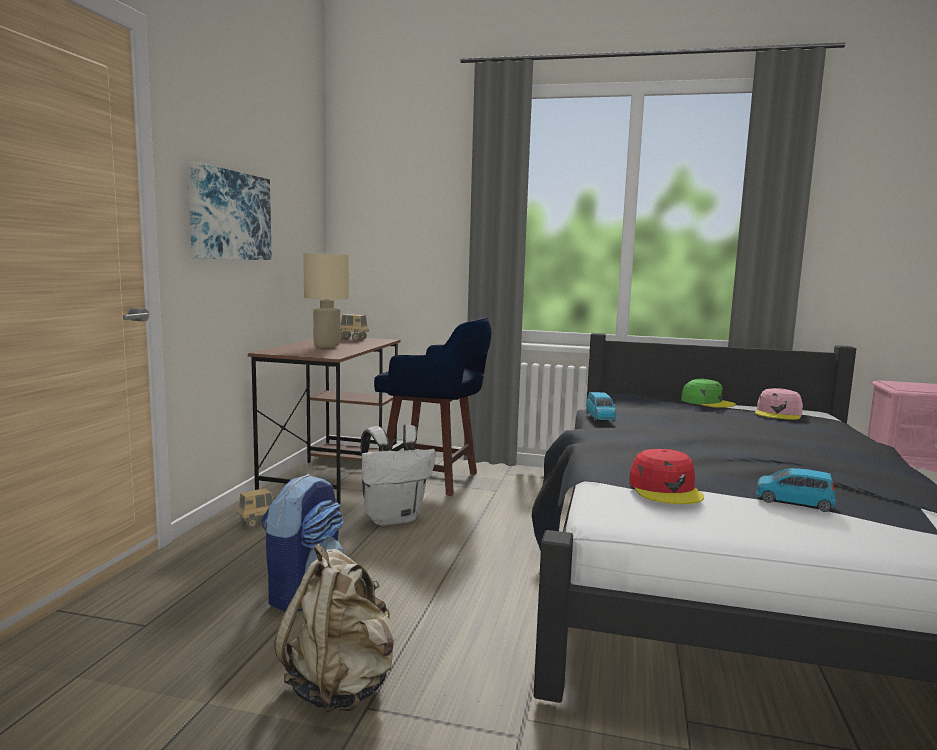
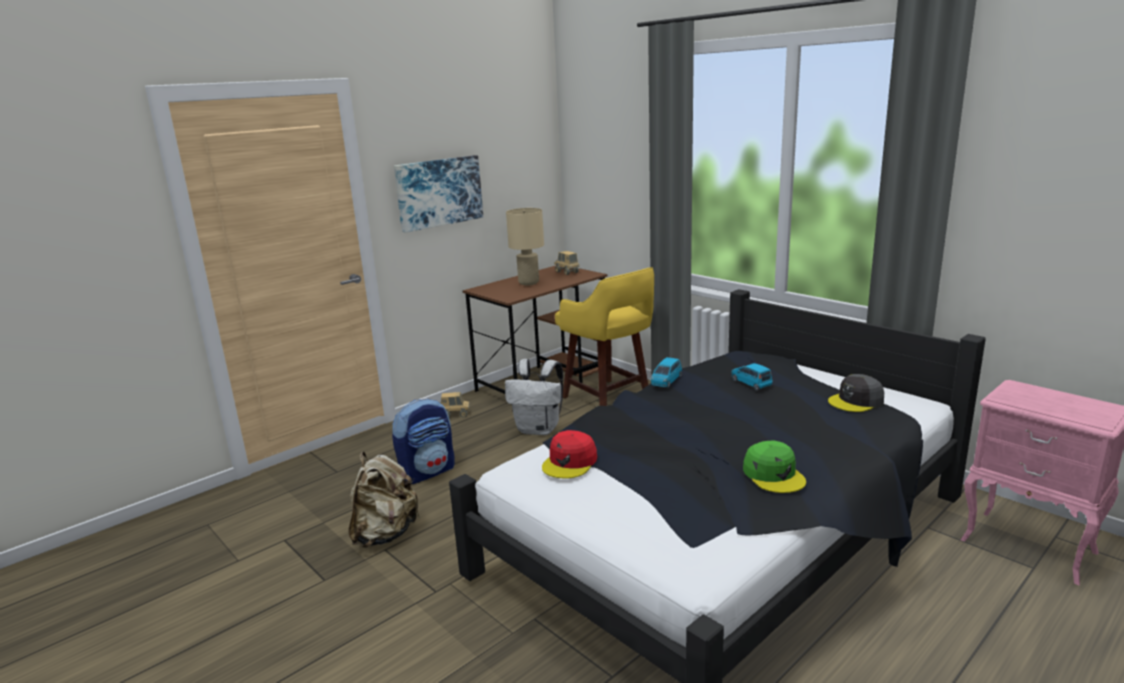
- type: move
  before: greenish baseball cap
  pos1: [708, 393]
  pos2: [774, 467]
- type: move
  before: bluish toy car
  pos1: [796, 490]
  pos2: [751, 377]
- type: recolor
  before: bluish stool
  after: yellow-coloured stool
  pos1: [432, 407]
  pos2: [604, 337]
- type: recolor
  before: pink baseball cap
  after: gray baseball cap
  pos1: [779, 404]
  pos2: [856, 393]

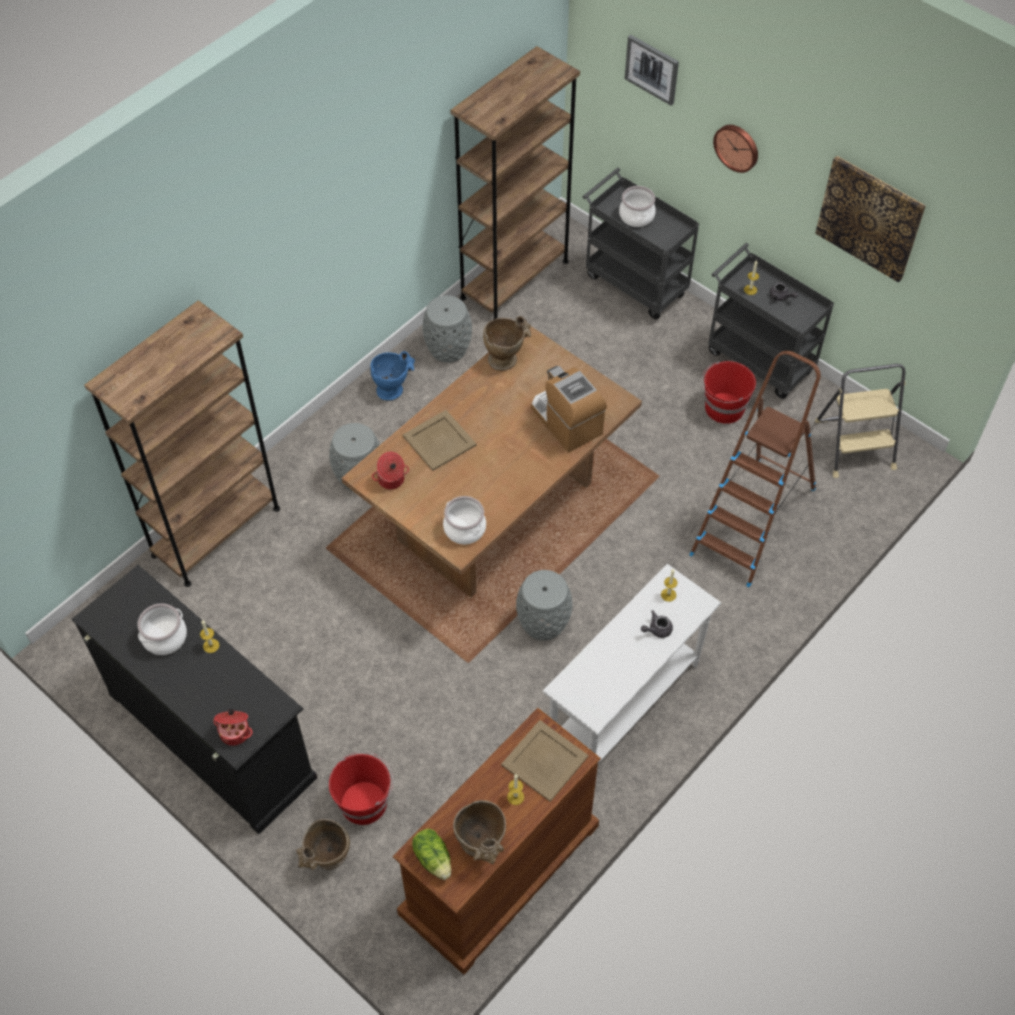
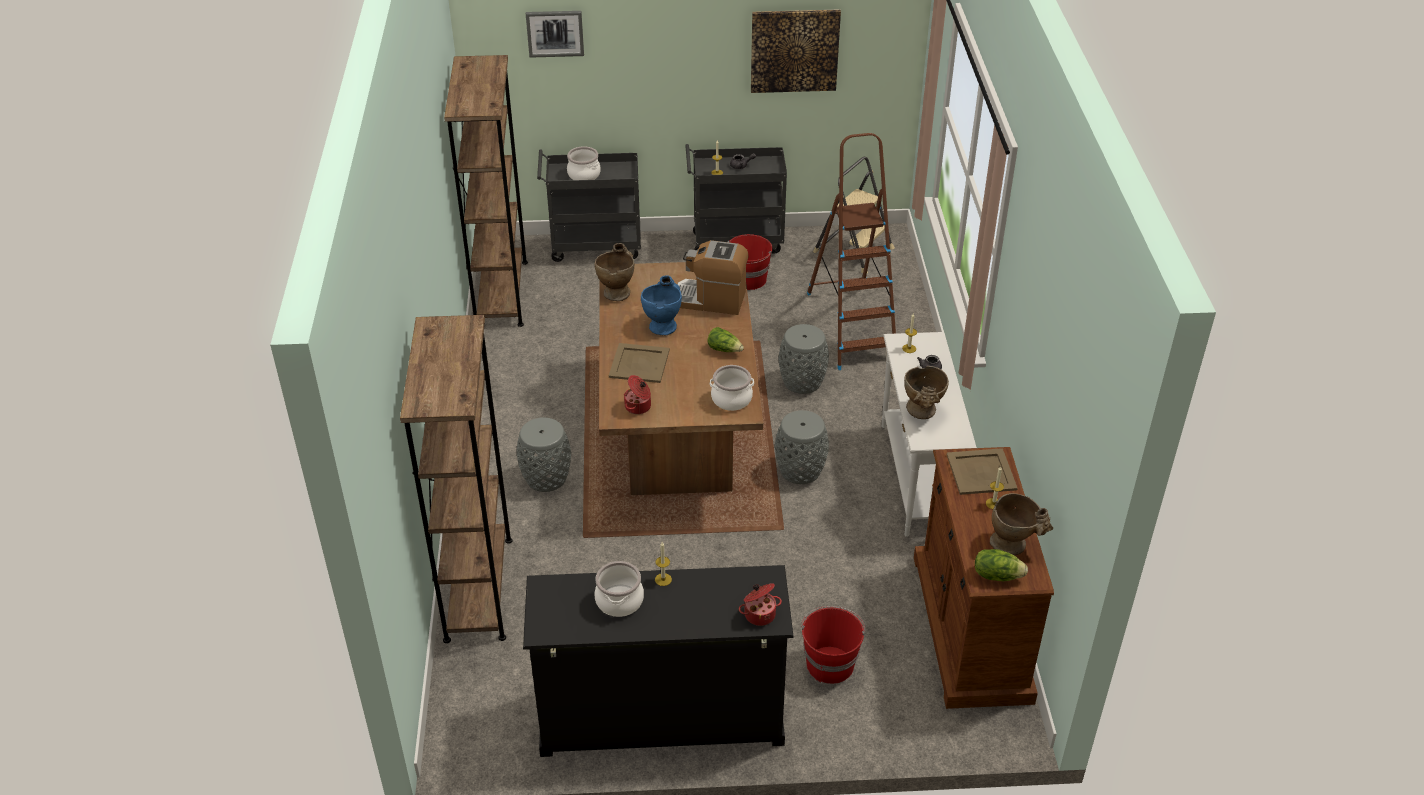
- type: delete
  before: clock on the wall
  pos1: [735, 149]
- type: insert
  after: lettuce head
  pos2: [726, 339]
- type: move
  before: beige-coloured vase
  pos1: [323, 844]
  pos2: [926, 392]
- type: move
  before: bluish vase
  pos1: [392, 376]
  pos2: [661, 305]
- type: move
  before: gray stool
  pos1: [447, 329]
  pos2: [804, 359]

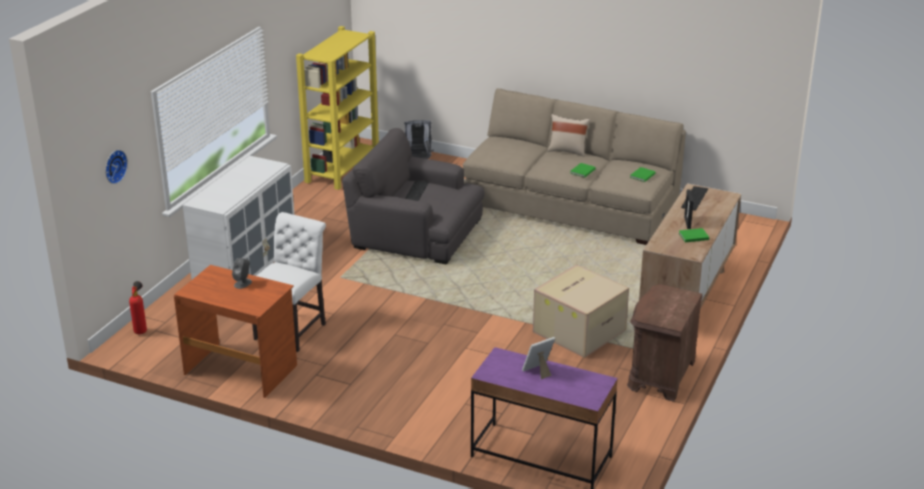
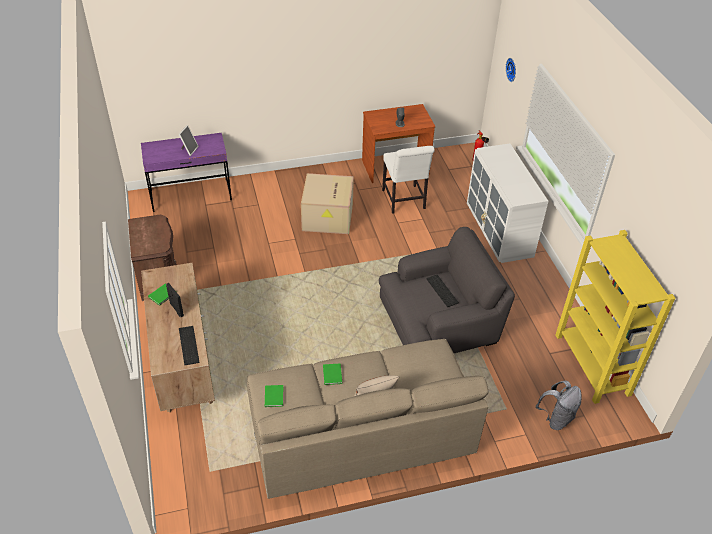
- type: move
  before: cardboard box
  pos1: [581, 311]
  pos2: [327, 203]

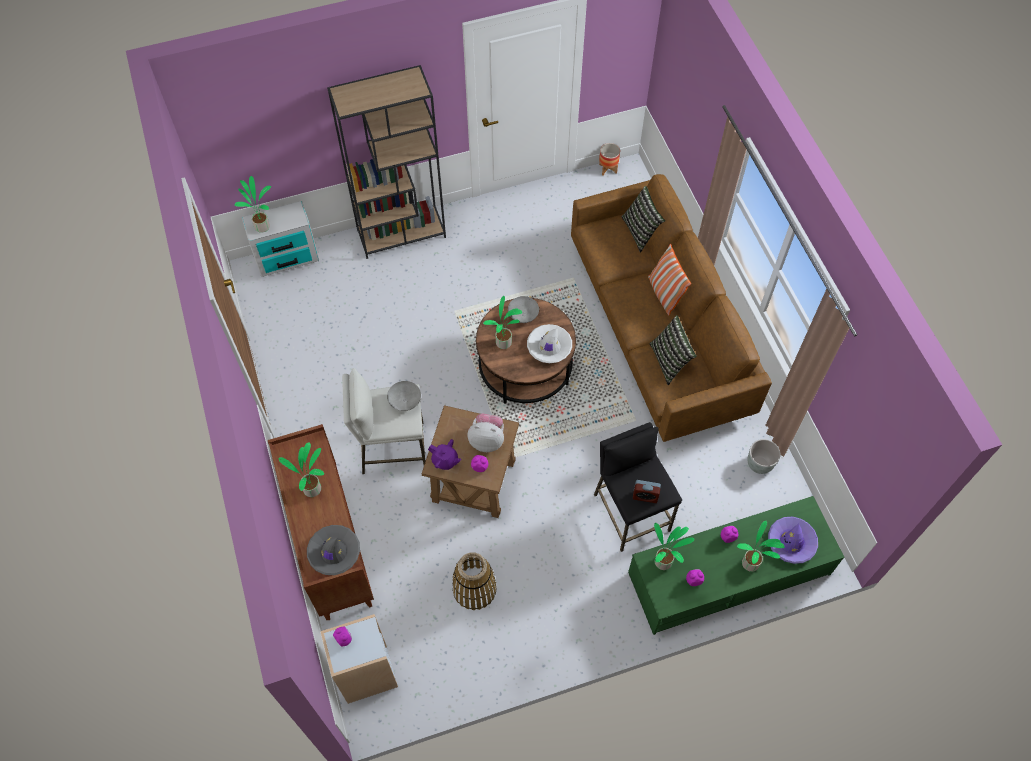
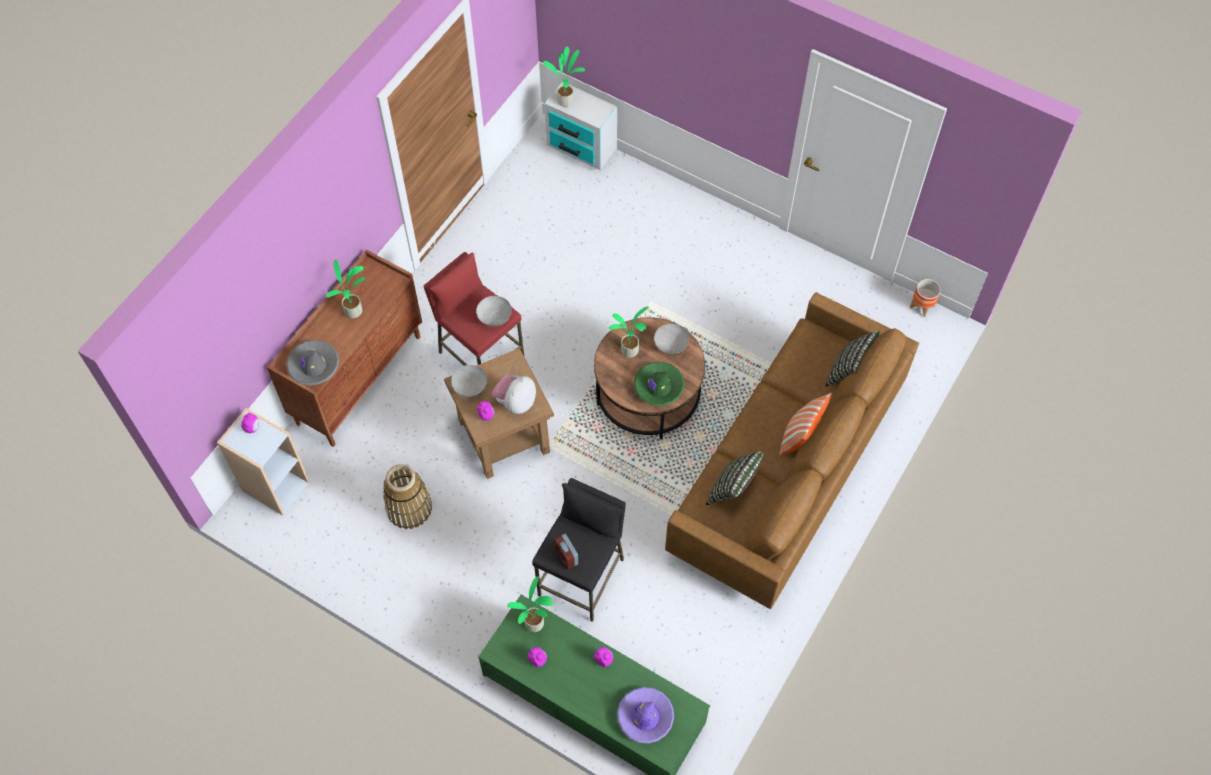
- type: delete
  before: bookshelf
  pos1: [386, 162]
- type: delete
  before: plant in a pot
  pos1: [760, 546]
- type: delete
  before: gray plant pot
  pos1: [764, 456]
- type: replace
  before: purple-coloured pot for tea
  after: gray deep dish
  pos1: [444, 454]
  pos2: [469, 381]
- type: recolor
  before: white-coloured stool
  after: red stool
  pos1: [384, 421]
  pos2: [474, 309]
- type: recolor
  before: white-coloured wearable hat
  after: greenish wearable hat
  pos1: [549, 343]
  pos2: [659, 384]
- type: rotate
  before: plush toy
  pos1: [485, 432]
  pos2: [514, 394]
  turn: -120

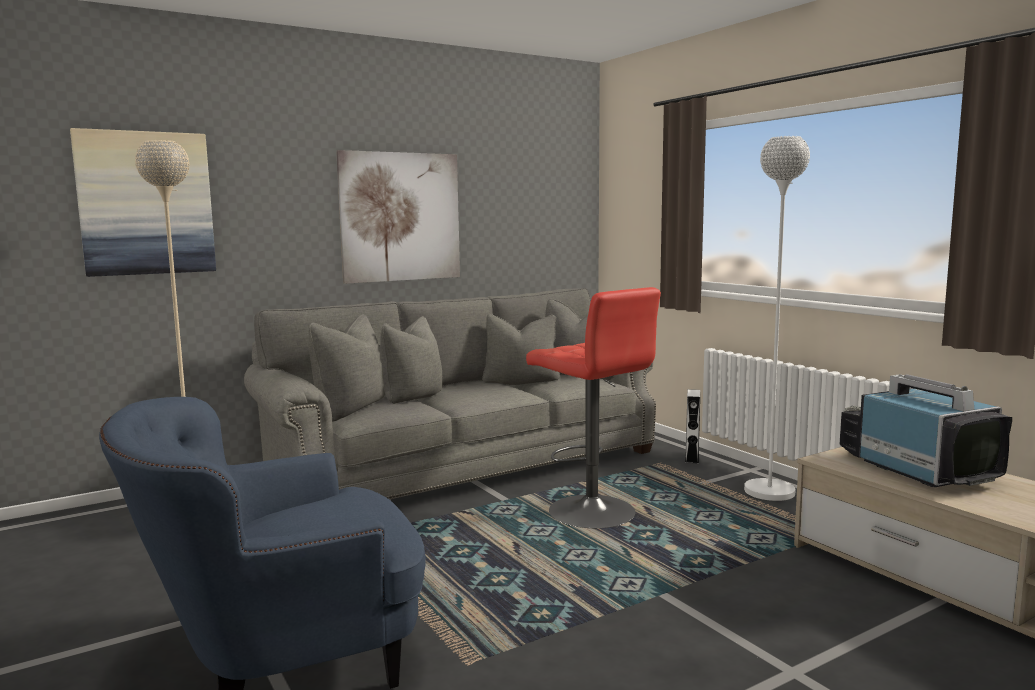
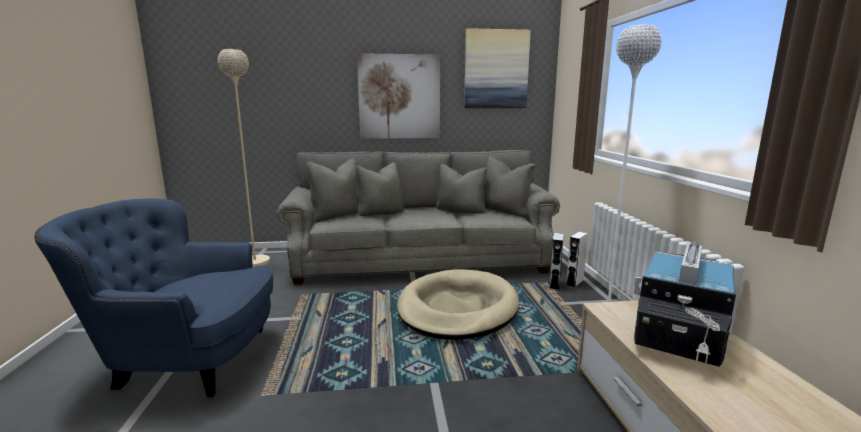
- type: insert
  after: gray speaker
  pos2: [556, 261]
- type: move
  before: wall art
  pos1: [143, 202]
  pos2: [497, 68]
- type: replace
  before: red stool
  after: beige-coloured dog bed
  pos1: [593, 407]
  pos2: [458, 304]
- type: rotate
  before: television
  pos1: [926, 430]
  pos2: [685, 304]
  turn: -150

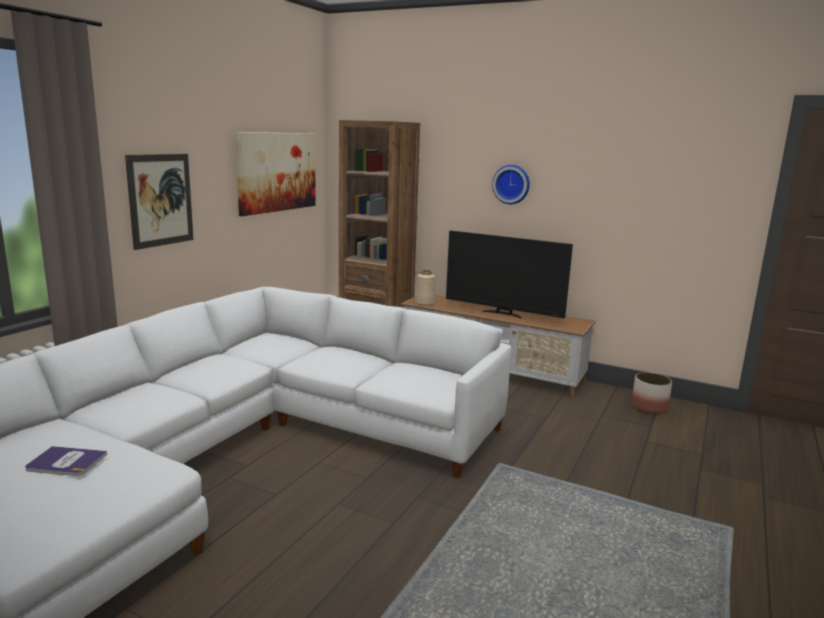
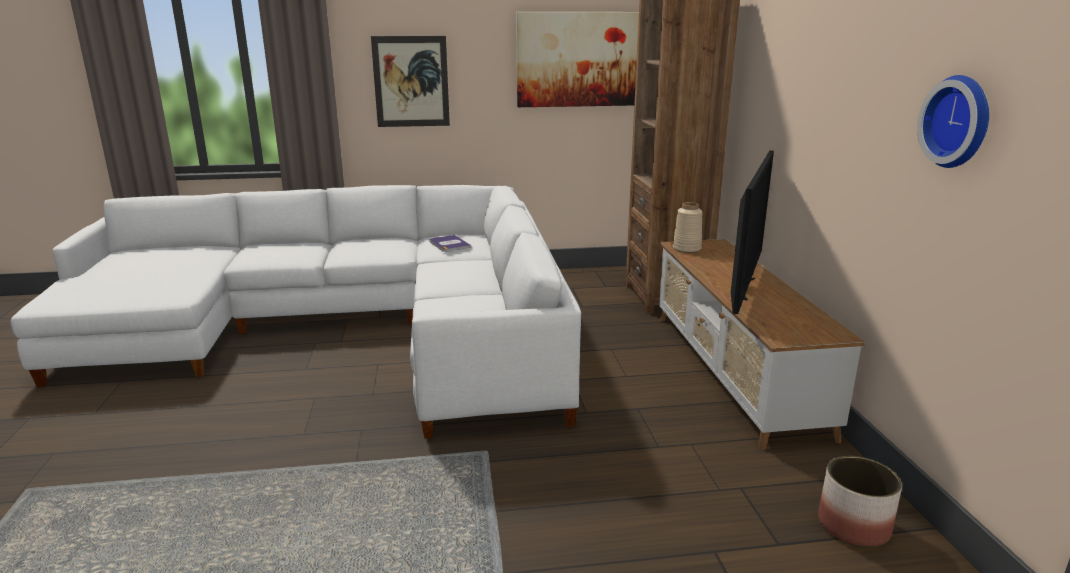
- type: move
  before: book
  pos1: [66, 461]
  pos2: [450, 243]
- type: move
  before: clock on the wall
  pos1: [511, 184]
  pos2: [953, 121]
- type: rotate
  before: television
  pos1: [509, 274]
  pos2: [752, 232]
  turn: -150

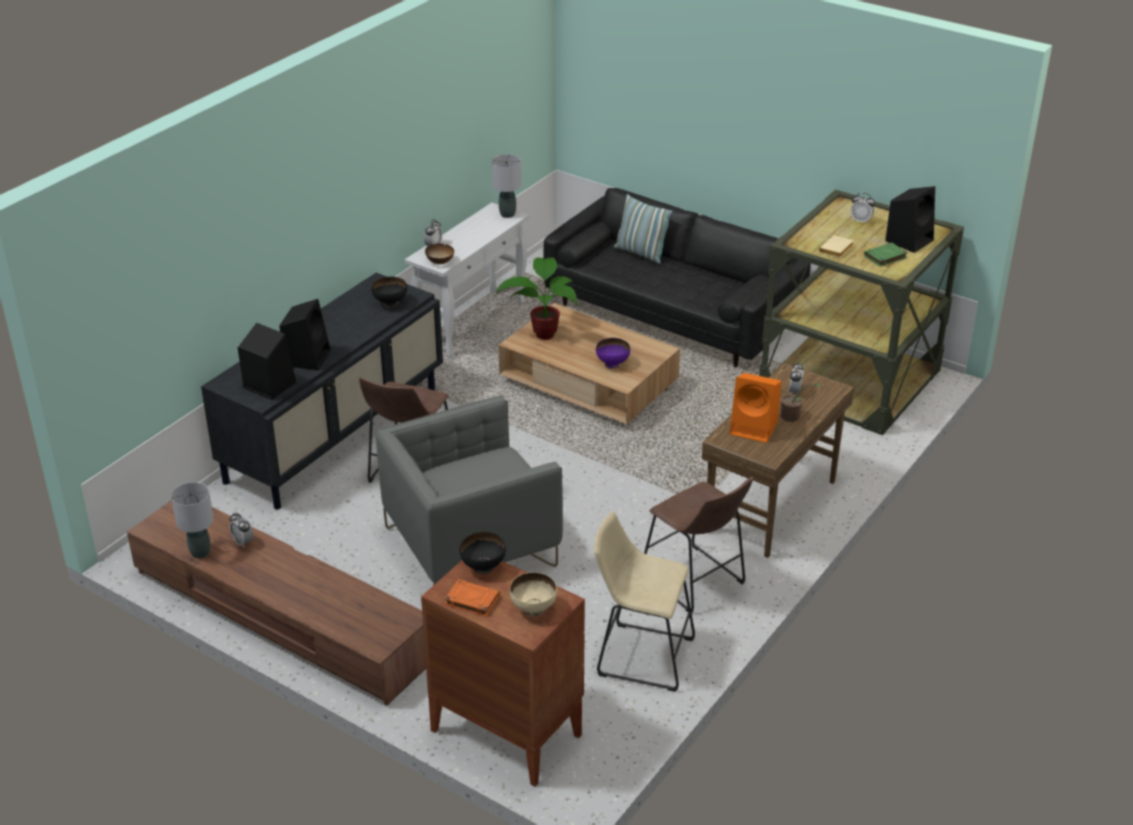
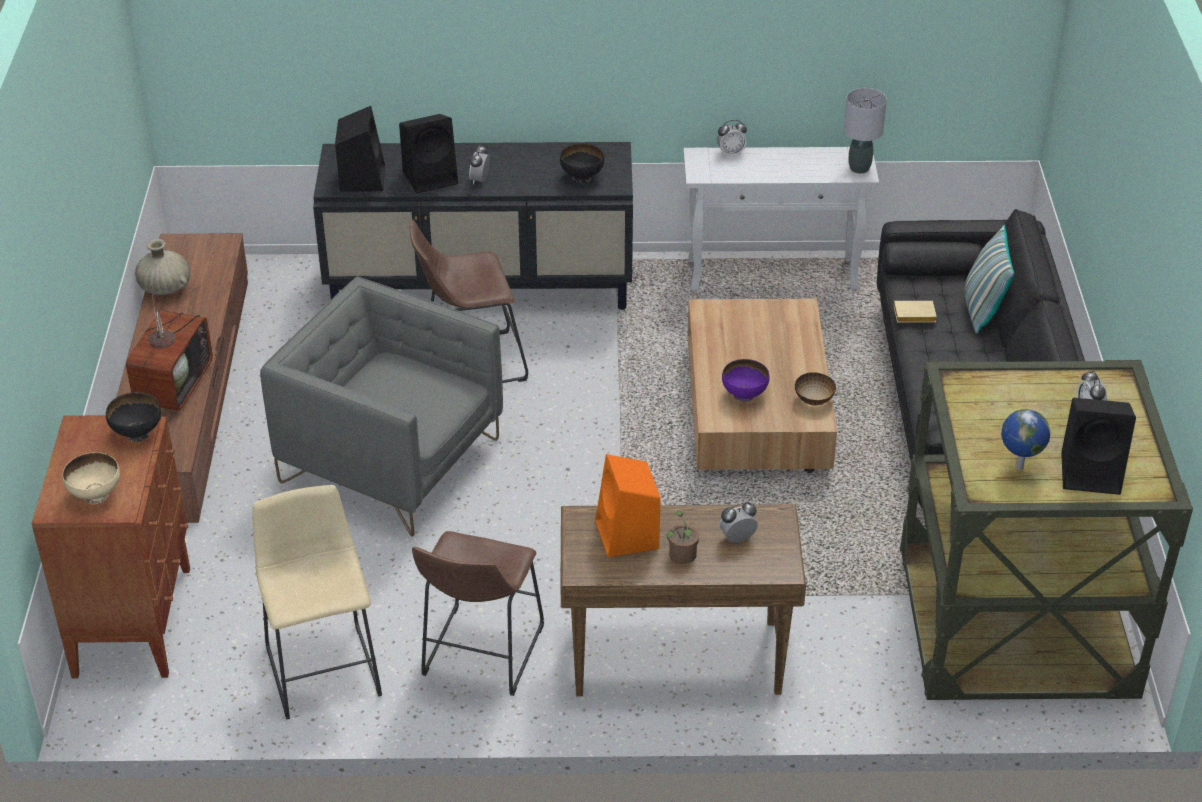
- type: delete
  before: orange-coloured book
  pos1: [472, 598]
- type: delete
  before: plant in a pot
  pos1: [536, 298]
- type: insert
  after: television
  pos2: [169, 347]
- type: move
  before: bedside clock
  pos1: [241, 530]
  pos2: [479, 164]
- type: move
  before: deep dish
  pos1: [439, 253]
  pos2: [815, 388]
- type: move
  before: beige-coloured book
  pos1: [836, 246]
  pos2: [915, 312]
- type: replace
  before: gray table lamp
  after: beige-coloured vase
  pos1: [192, 520]
  pos2: [162, 267]
- type: replace
  before: greenish book
  after: globe
  pos1: [886, 255]
  pos2: [1026, 439]

